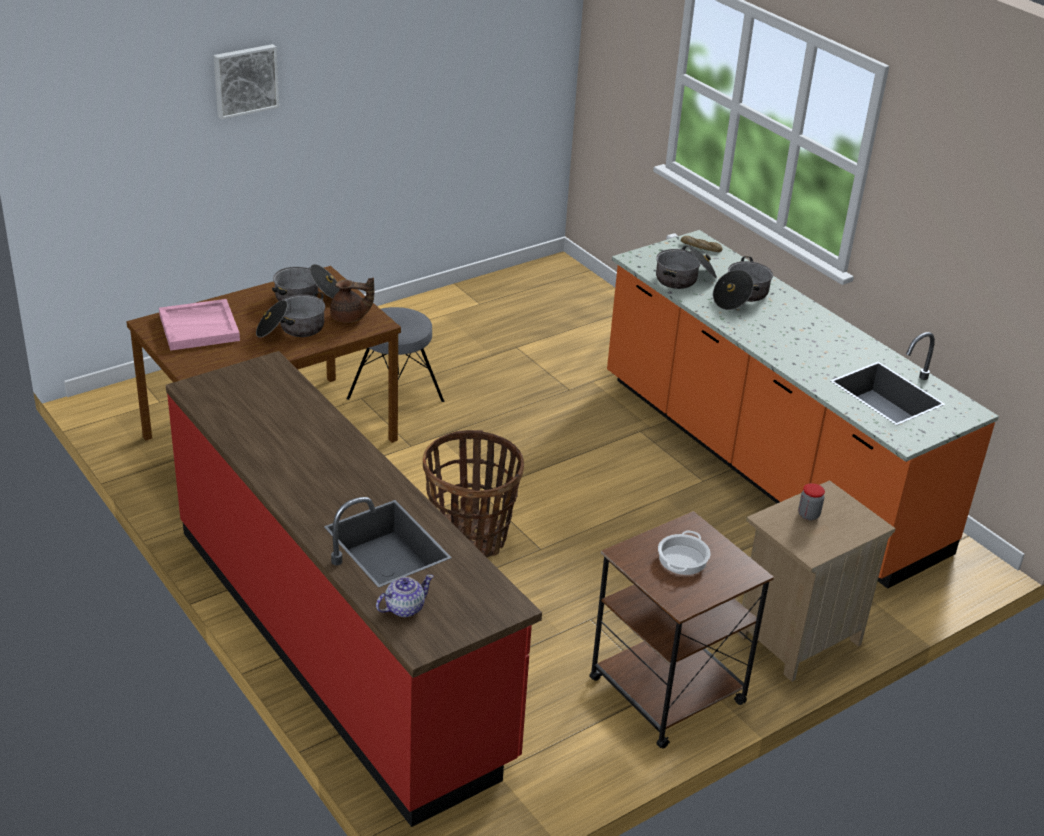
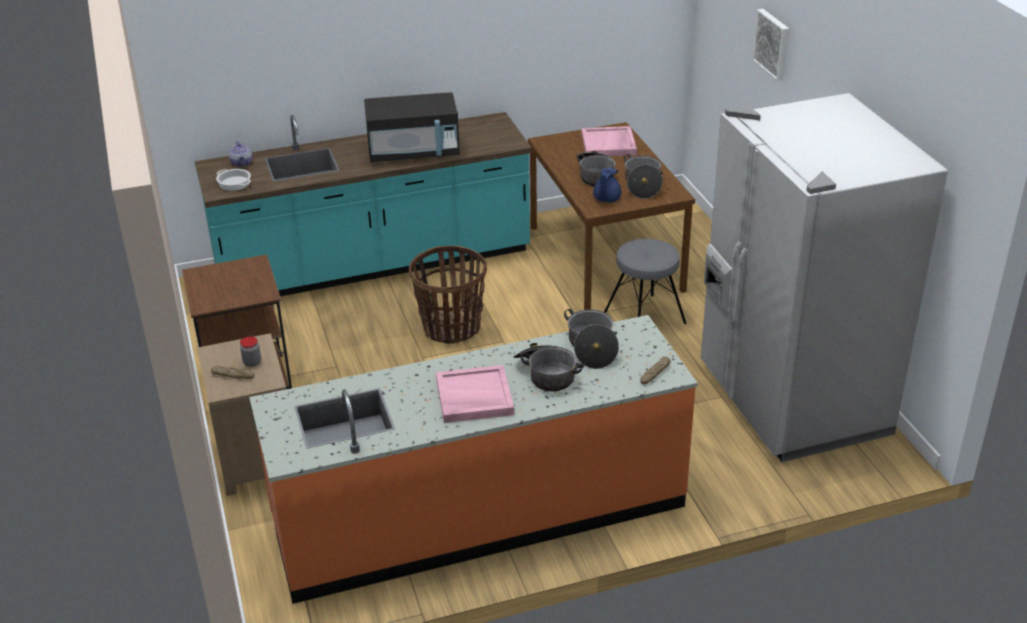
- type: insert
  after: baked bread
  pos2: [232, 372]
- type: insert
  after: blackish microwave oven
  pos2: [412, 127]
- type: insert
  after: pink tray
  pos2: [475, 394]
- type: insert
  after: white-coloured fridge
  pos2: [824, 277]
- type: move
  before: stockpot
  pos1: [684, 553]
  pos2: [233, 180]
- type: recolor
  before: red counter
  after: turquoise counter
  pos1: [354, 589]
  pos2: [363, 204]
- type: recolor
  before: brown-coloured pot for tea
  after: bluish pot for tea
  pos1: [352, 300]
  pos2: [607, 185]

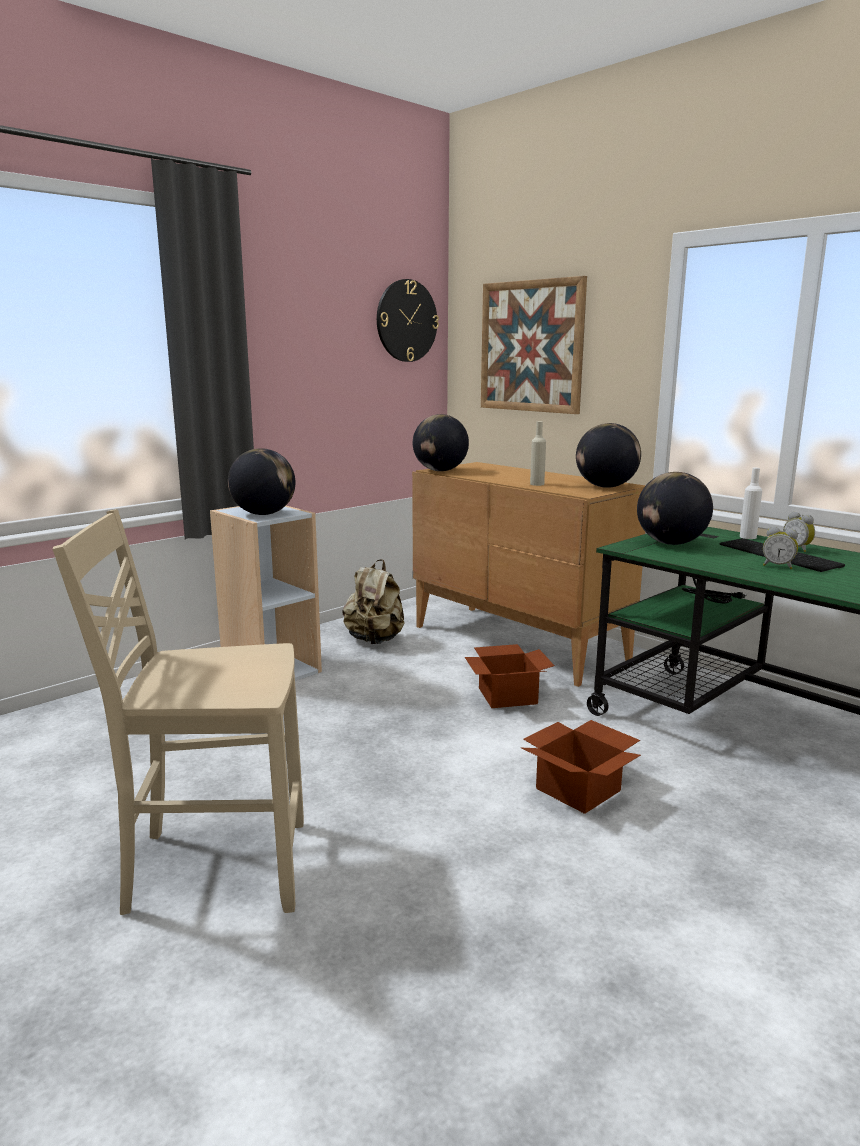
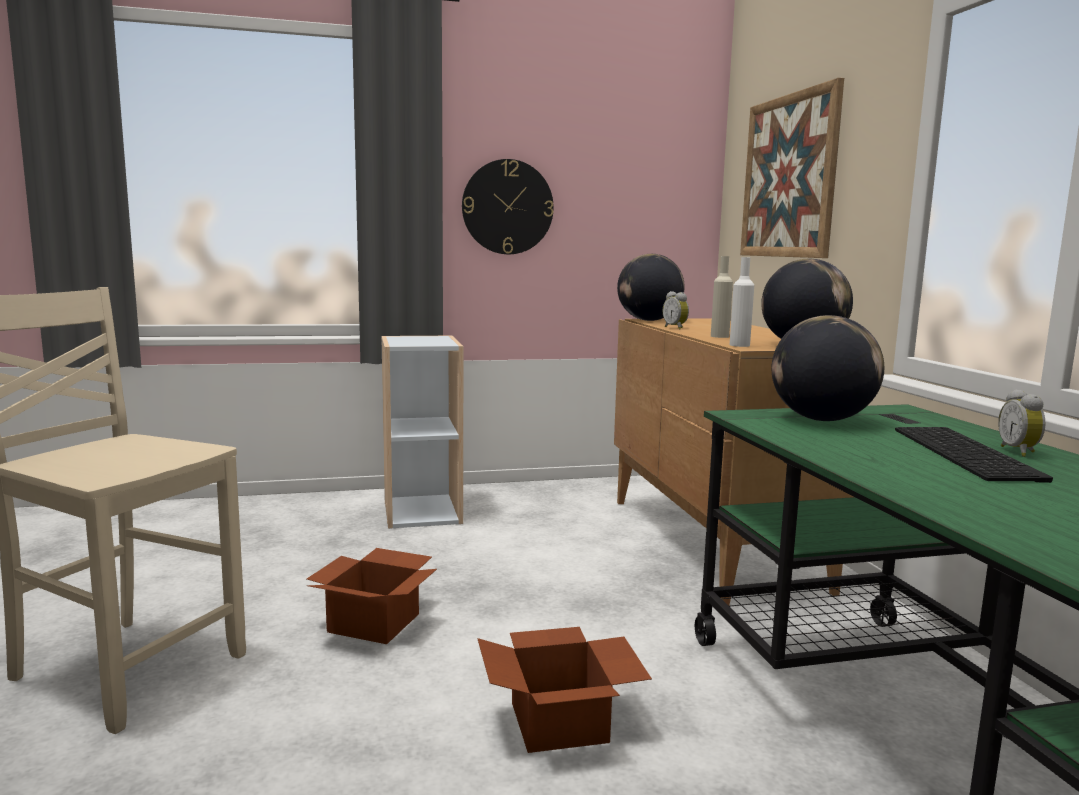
- type: delete
  before: globe
  pos1: [262, 481]
- type: delete
  before: beige-coloured knapsack
  pos1: [374, 601]
- type: move
  before: clock on the wall
  pos1: [408, 320]
  pos2: [508, 206]
- type: move
  before: cardboard box
  pos1: [510, 676]
  pos2: [372, 596]
- type: move
  before: white-coloured beverage bottle
  pos1: [751, 503]
  pos2: [742, 302]
- type: move
  before: bedside clock
  pos1: [780, 548]
  pos2: [676, 310]

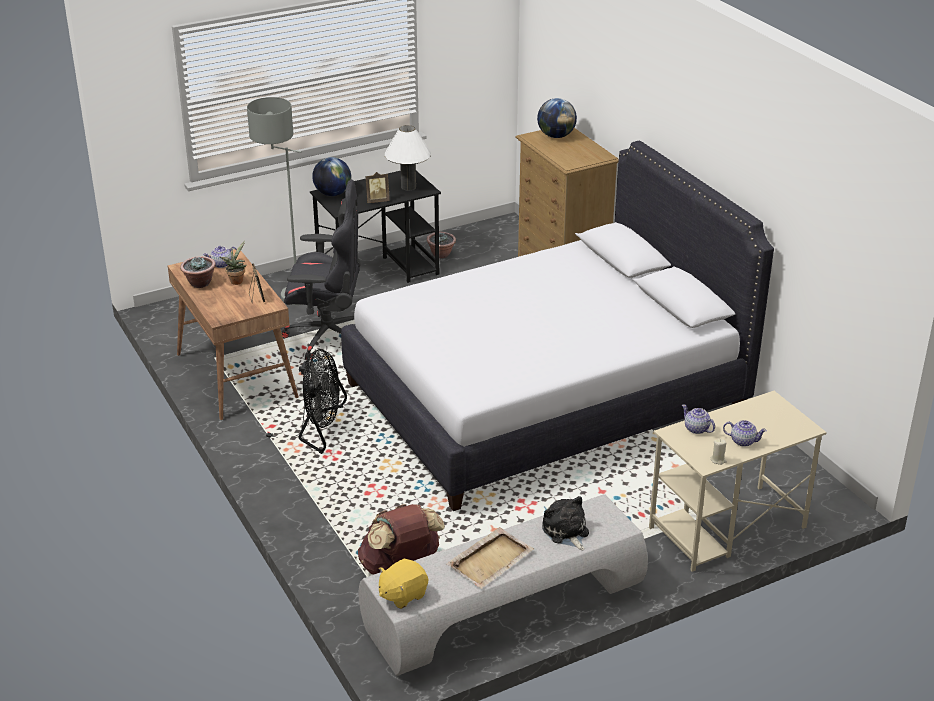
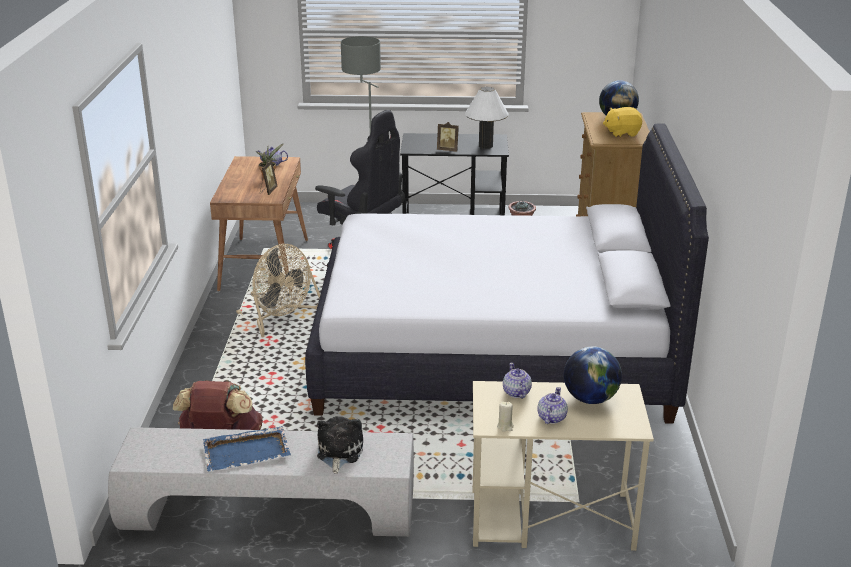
- type: delete
  before: plant in a pot
  pos1: [198, 272]
- type: move
  before: globe
  pos1: [331, 176]
  pos2: [593, 375]
- type: move
  before: yellow-coloured plush toy
  pos1: [403, 584]
  pos2: [622, 122]
- type: recolor
  before: blackish fan
  after: beige-coloured fan
  pos1: [306, 401]
  pos2: [278, 290]
- type: recolor
  before: beige-coloured tray
  after: bluish tray
  pos1: [490, 558]
  pos2: [247, 448]
- type: rotate
  before: pot for tea
  pos1: [745, 433]
  pos2: [552, 405]
  turn: -120

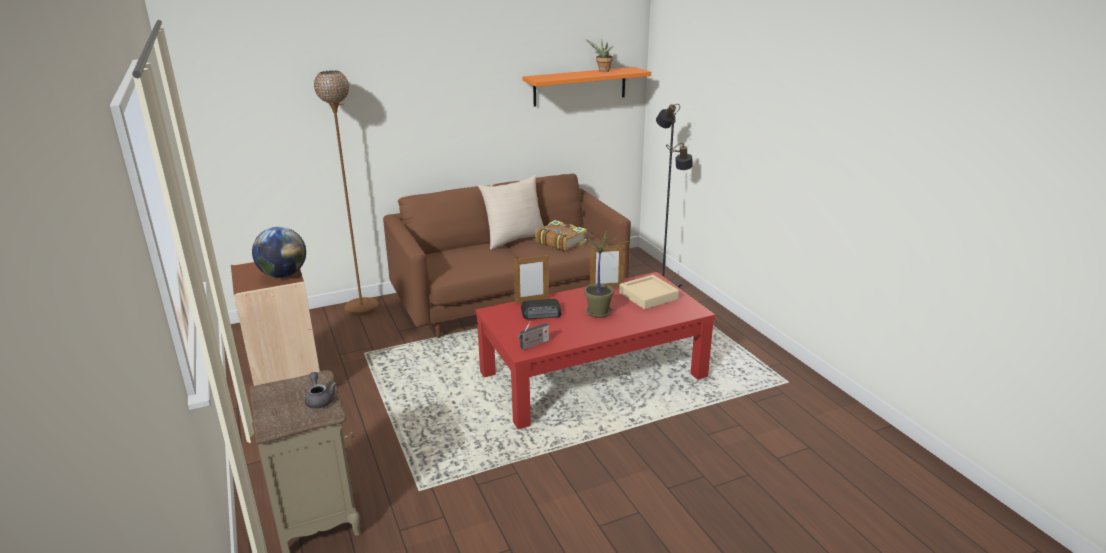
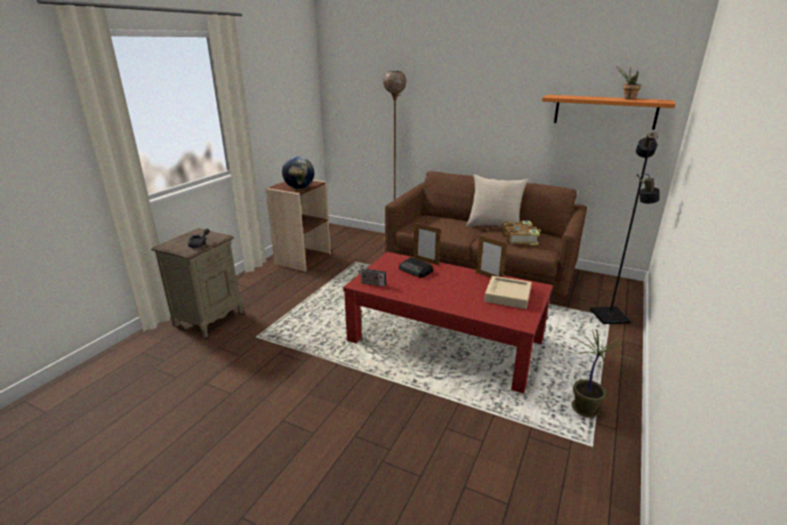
- type: move
  before: plant in a pot
  pos1: [603, 274]
  pos2: [603, 373]

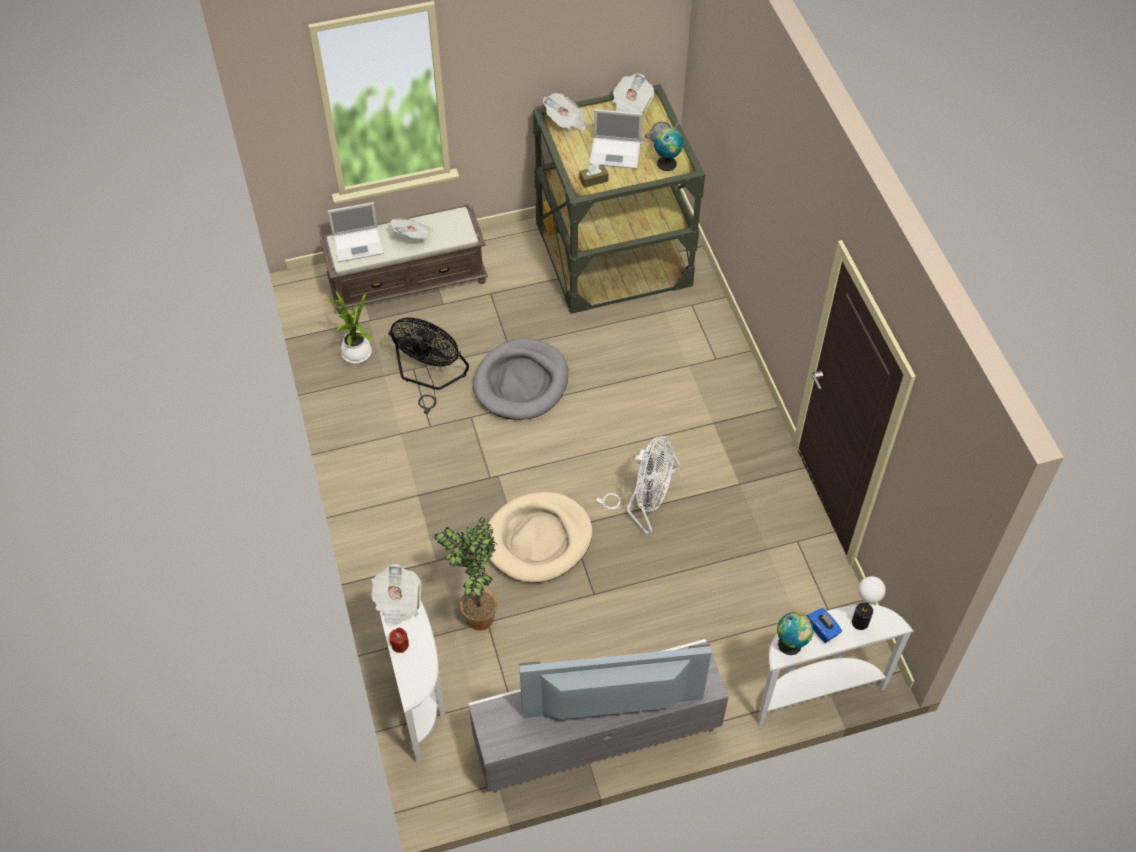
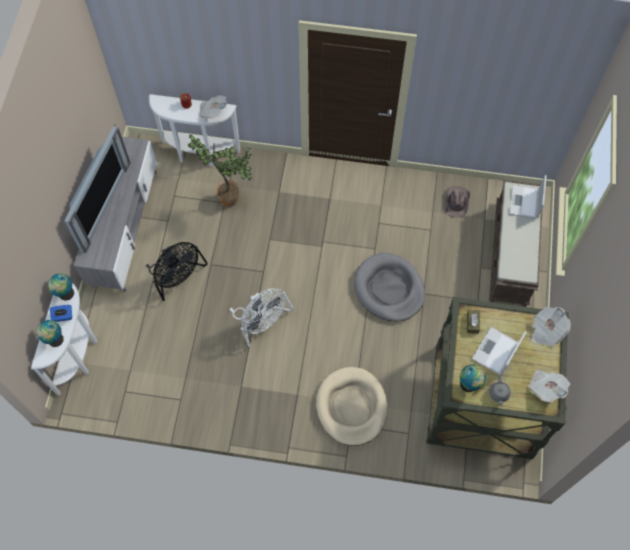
- type: delete
  before: daily paper
  pos1: [412, 229]
- type: move
  before: blackish fan
  pos1: [428, 366]
  pos2: [177, 271]
- type: move
  before: beige-coloured dog bed
  pos1: [538, 537]
  pos2: [351, 406]
- type: replace
  before: plant in a pot
  after: brown-coloured wearable hat
  pos1: [348, 328]
  pos2: [458, 201]
- type: replace
  before: table lamp
  after: globe
  pos1: [869, 603]
  pos2: [50, 333]
- type: rotate
  before: white-coloured fan
  pos1: [637, 486]
  pos2: [261, 317]
  turn: -90

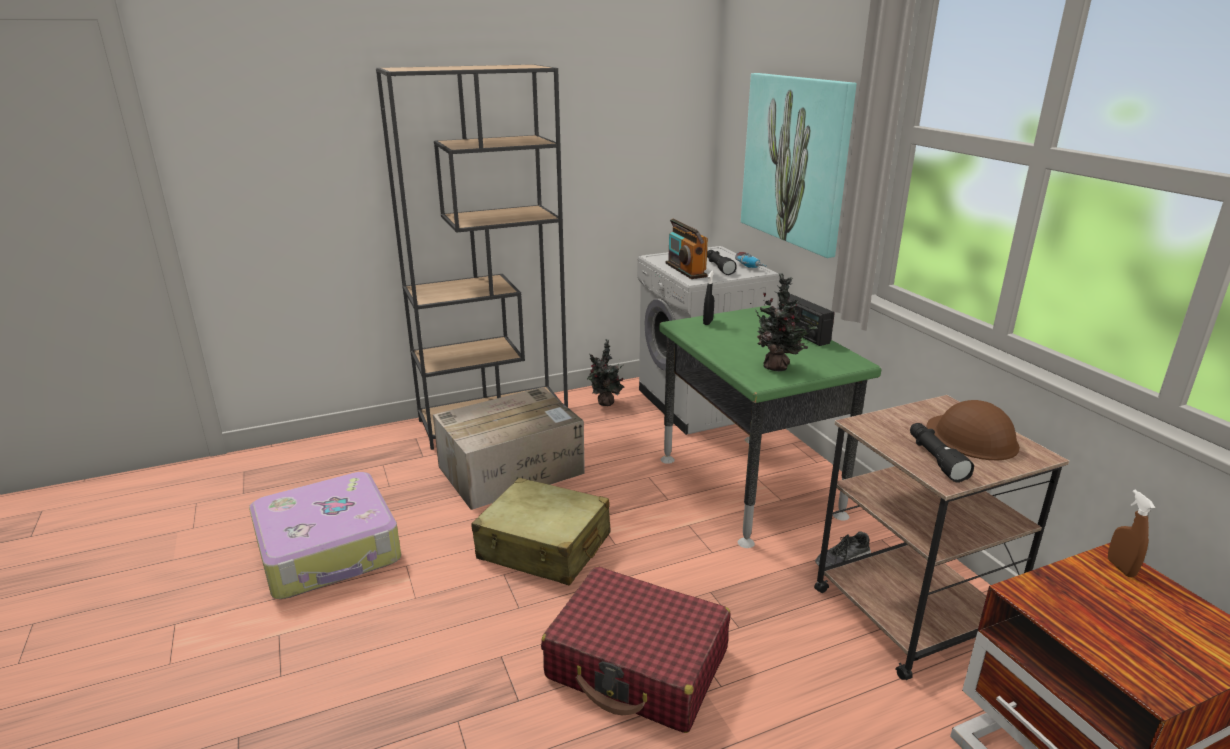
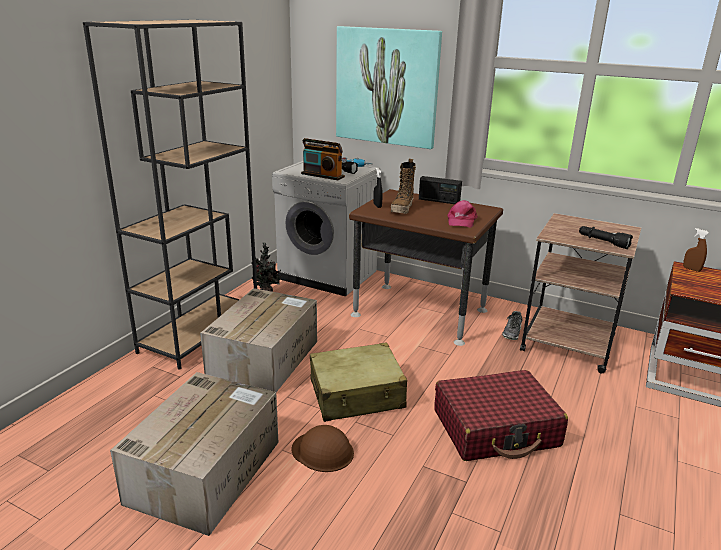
- type: insert
  after: boot
  pos2: [403, 186]
- type: move
  before: brown-coloured hard hat
  pos1: [973, 430]
  pos2: [323, 448]
- type: replace
  before: travel case
  after: cardboard box
  pos1: [325, 535]
  pos2: [194, 454]
- type: replace
  before: plant in a pot
  after: pink baseball cap
  pos1: [783, 322]
  pos2: [462, 214]
- type: recolor
  before: greenish desk table
  after: brown-coloured desk table
  pos1: [770, 426]
  pos2: [426, 267]

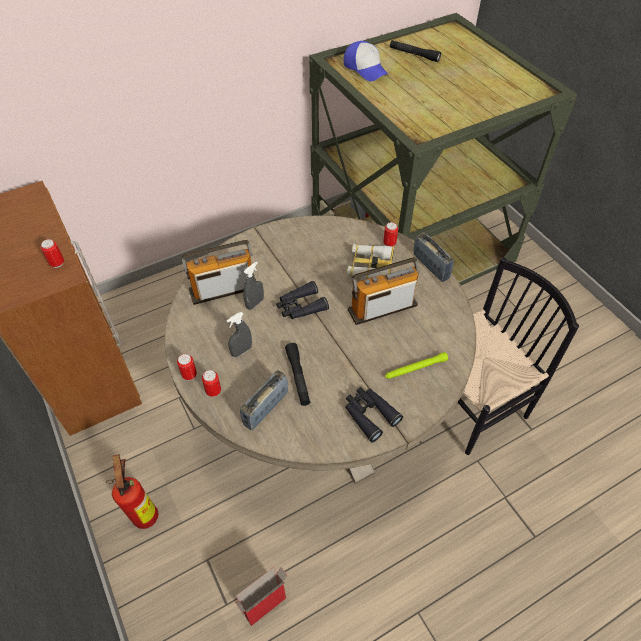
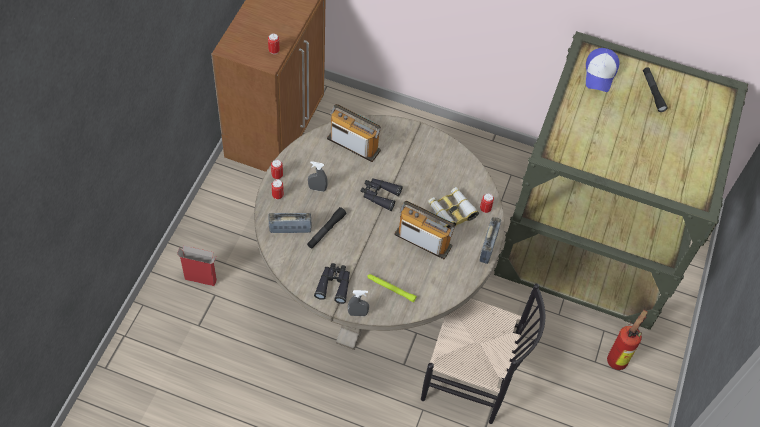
- type: move
  before: fire-fighting cylinder
  pos1: [132, 491]
  pos2: [627, 340]
- type: move
  before: cardboard box
  pos1: [261, 596]
  pos2: [197, 265]
- type: move
  before: gray sprayer
  pos1: [253, 285]
  pos2: [358, 303]

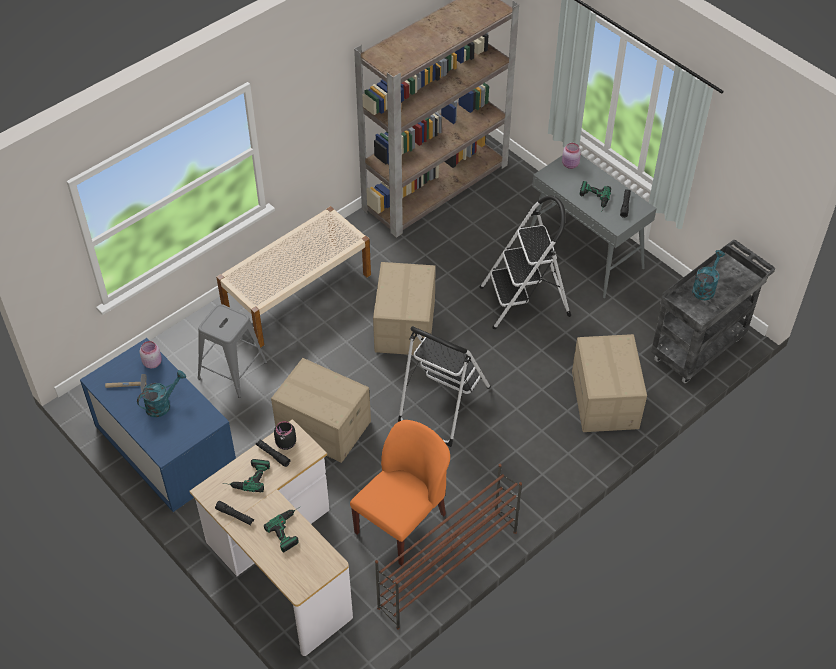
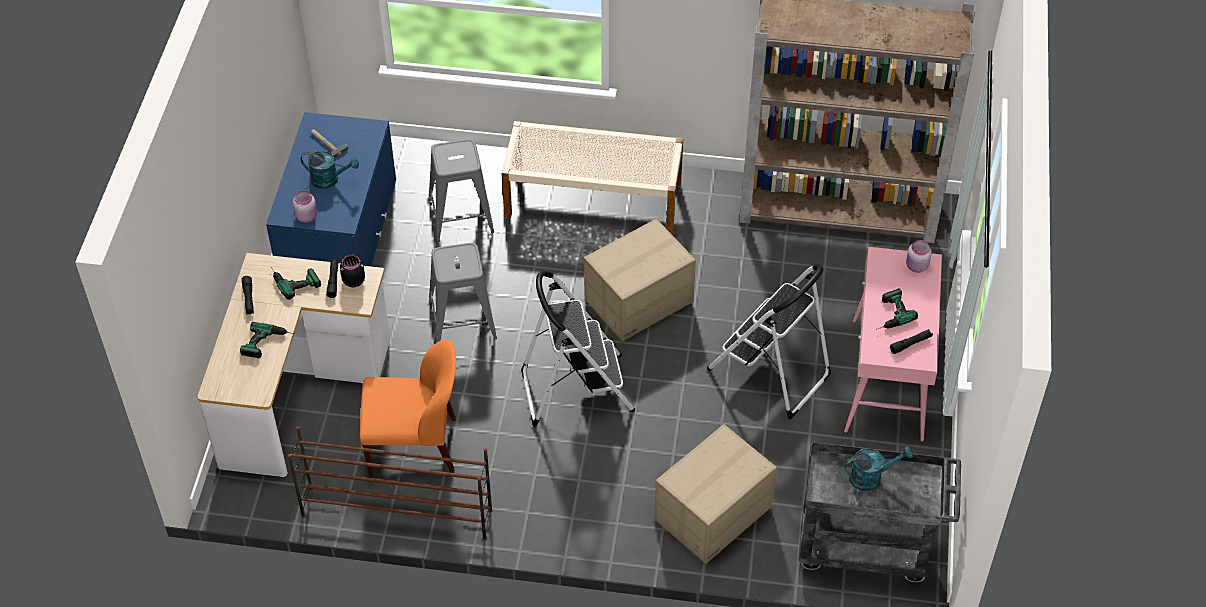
- type: move
  before: pink storage jar
  pos1: [151, 354]
  pos2: [305, 206]
- type: replace
  before: cardboard box
  after: gray stool
  pos1: [321, 410]
  pos2: [463, 293]
- type: recolor
  before: gray narrow table
  after: pink narrow table
  pos1: [593, 226]
  pos2: [893, 344]

